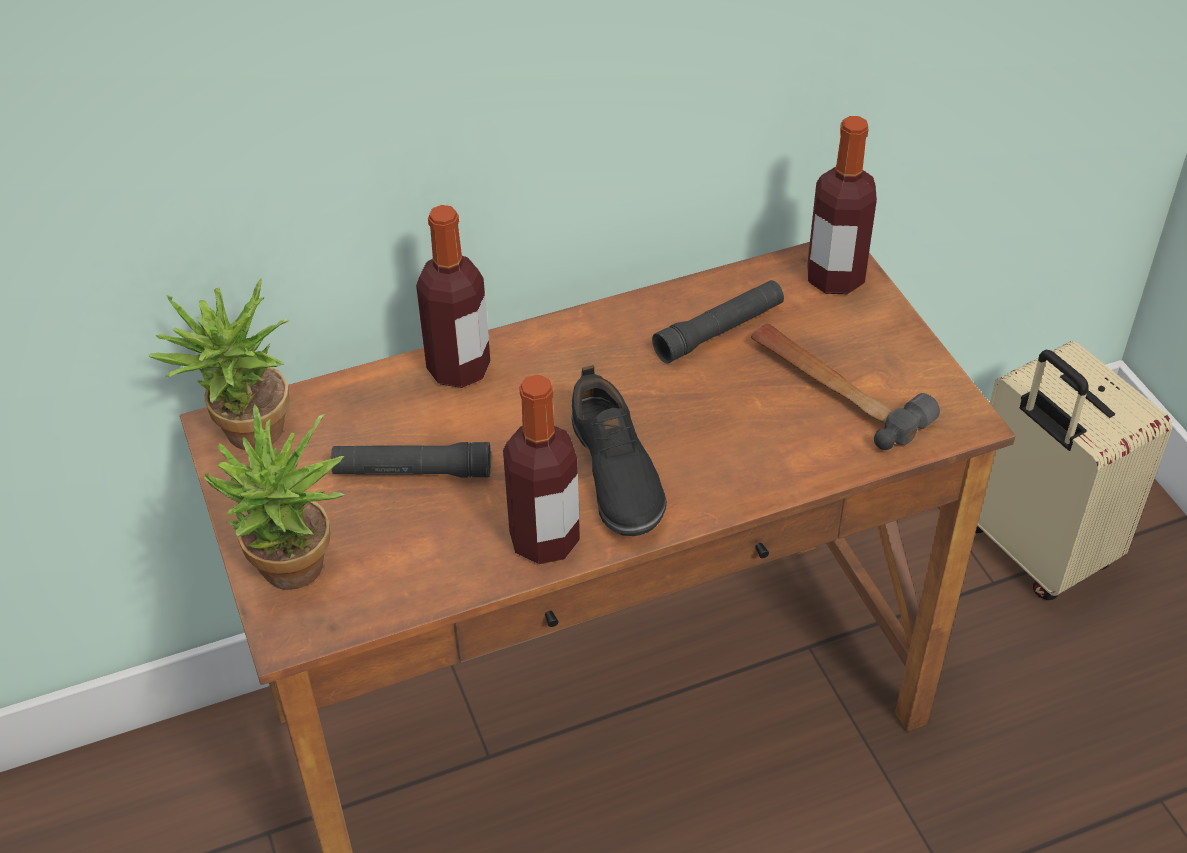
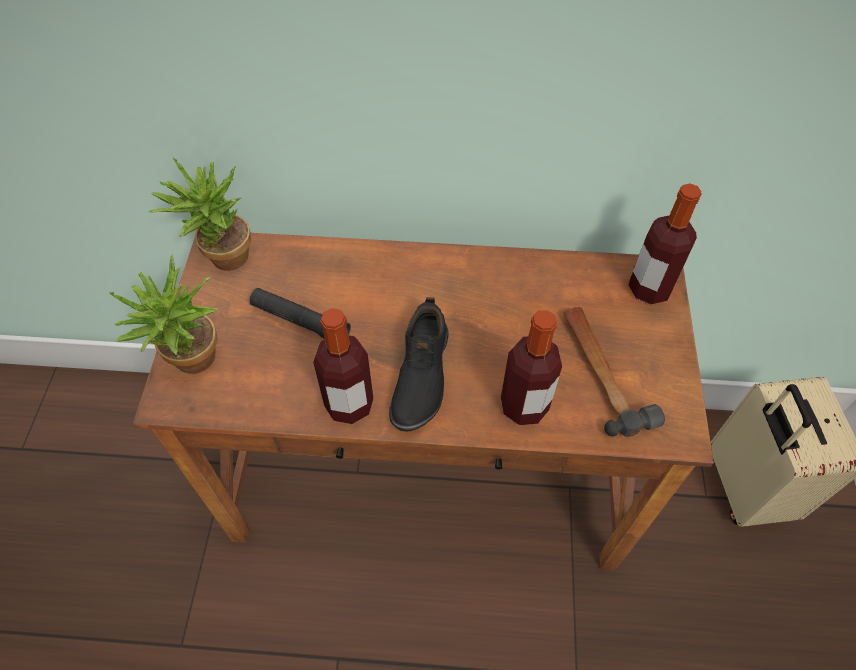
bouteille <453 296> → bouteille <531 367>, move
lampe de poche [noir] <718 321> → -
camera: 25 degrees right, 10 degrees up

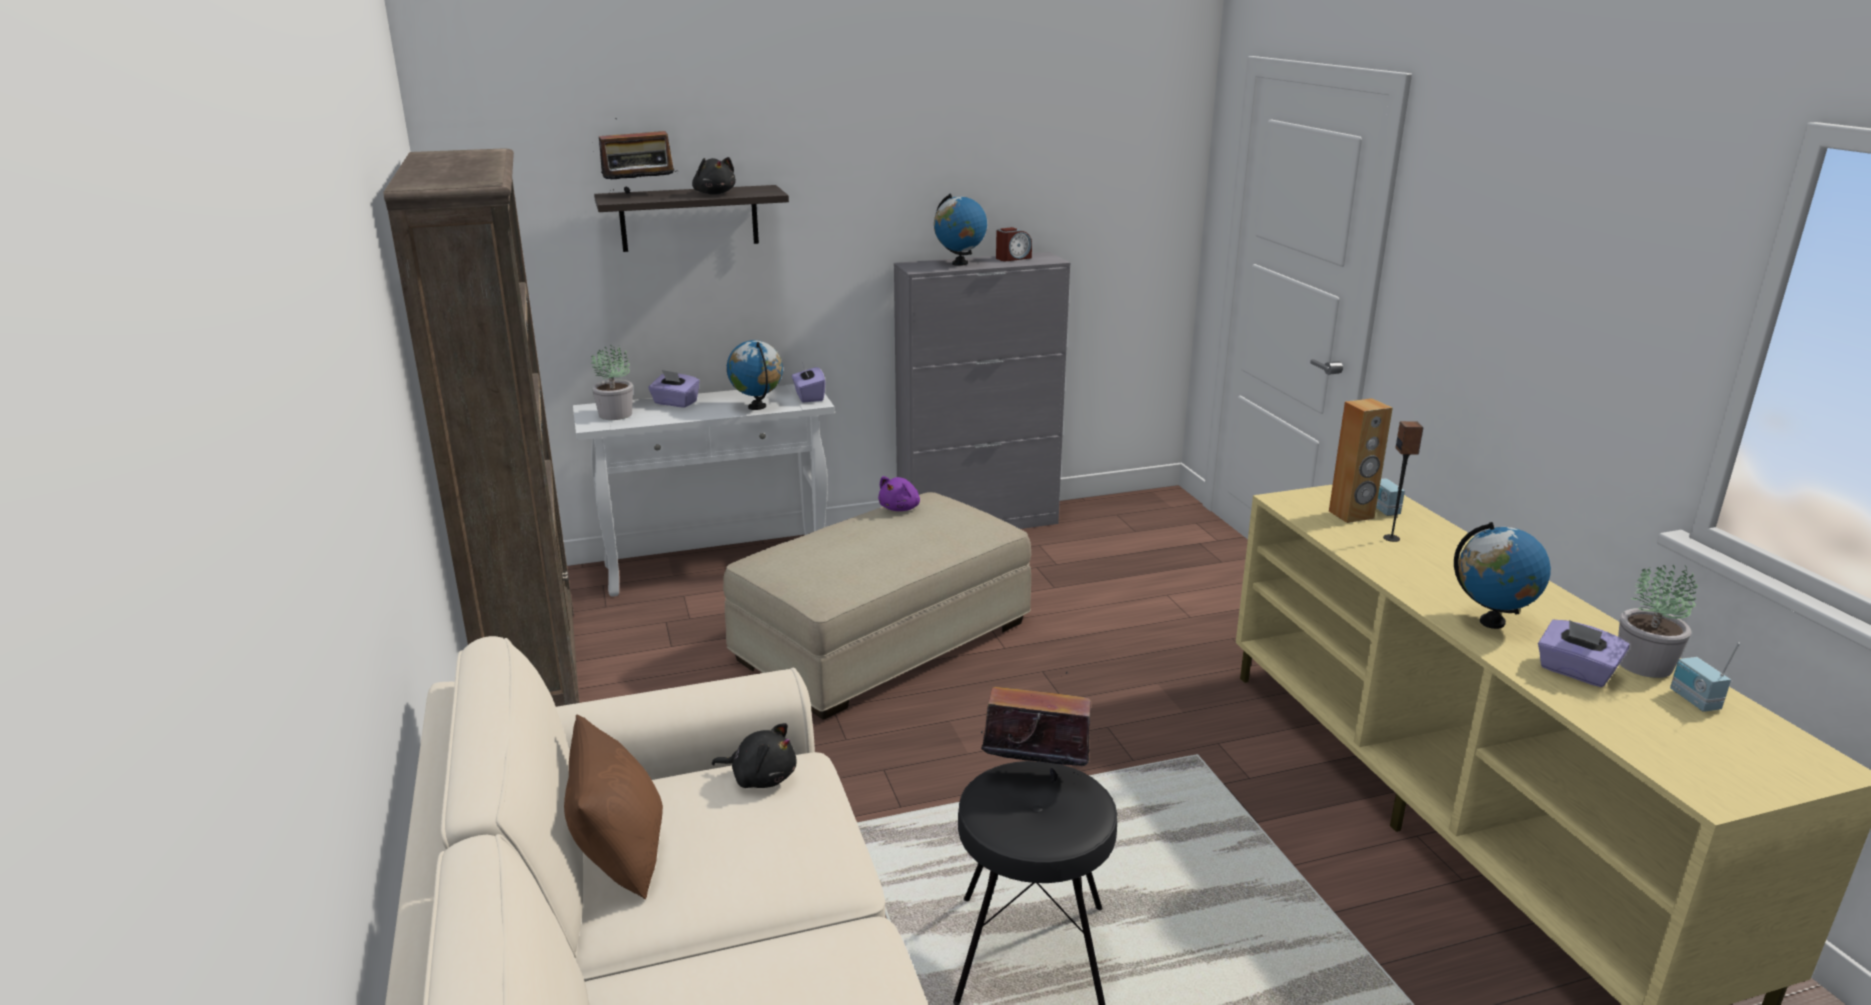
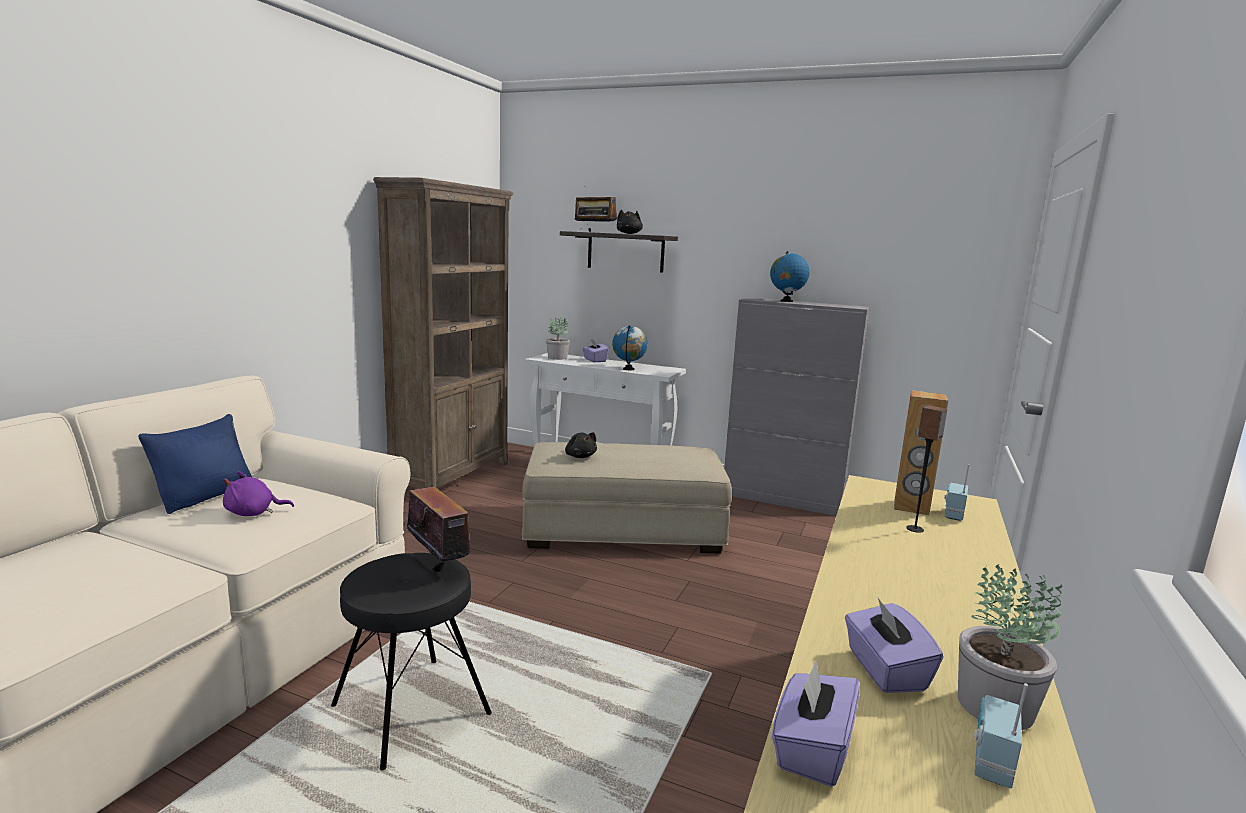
réveil <1014 244> → -
boîte à mouchoirs [violet] <809 382> → boîte à mouchoirs [violet] <816 723>, move
peluche [violet] <899 493> → peluche [violet] <258 493>, move
globe <1502 575> → -
coussin [marron] <613 807> → coussin [bleu] <195 464>
peluche [noir] <754 755> → peluche [noir] <581 445>, move
camera: 40 degrees right, 10 degrees down

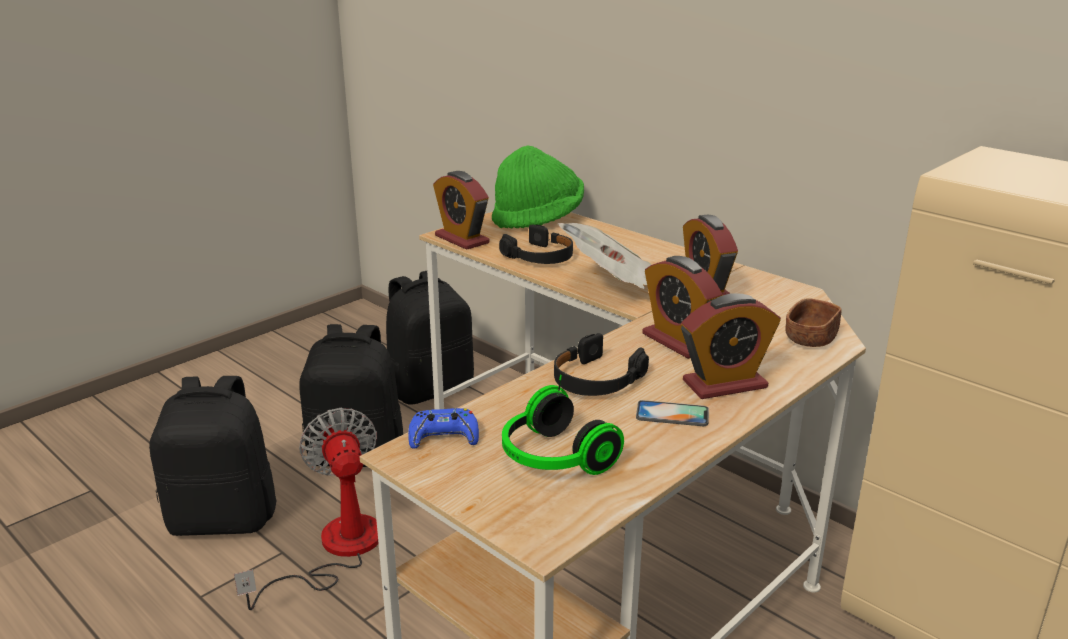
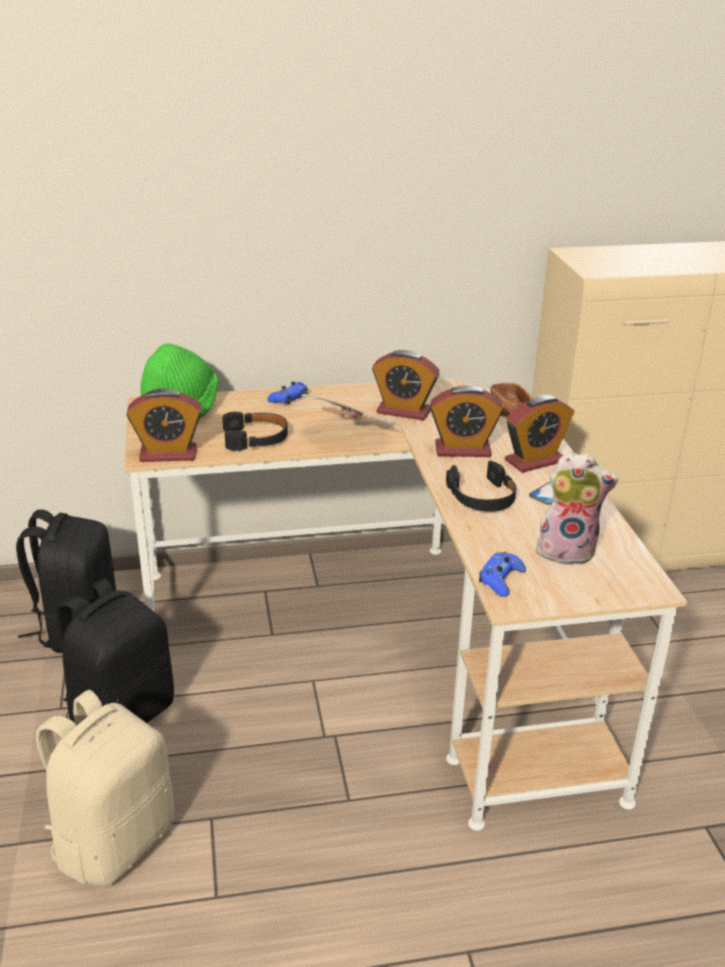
réveil <731 346> → réveil <539 434>, 45 degrees clockwise
casque audio <563 425> → peluche <575 508>
sac à dos [noir] <213 456> → sac à dos [beige] <105 788>
ventilateur <306 509> → -
- → manette [bleu] <288 393>
camera: 55 degrees left, 5 degrees up

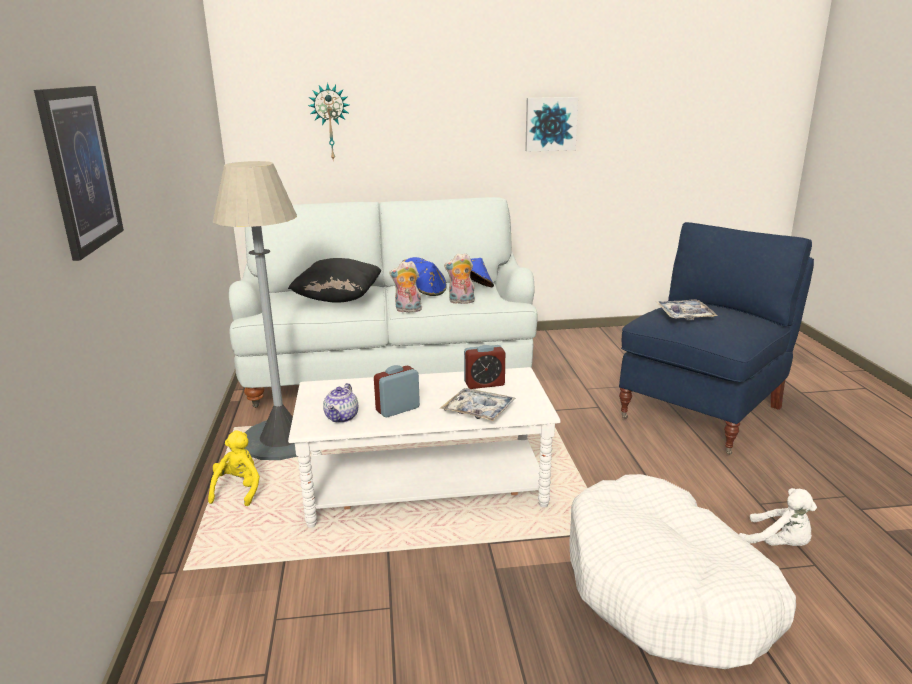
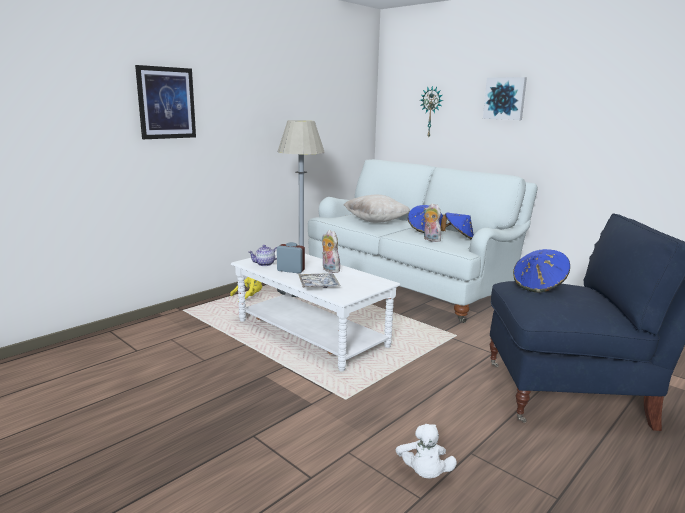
tableau <551 124> → tableau <505 98>, move
coussin [noir] <334 280> → coussin [beige] <376 209>
peluche <406 286> → peluche <331 251>, move
plateau <687 310> → chapeau [bleu] <541 270>
réveil <484 367> → -
panier pour chien [blanc] <682 571> → -
camera: 50 degrees right, 5 degrees down

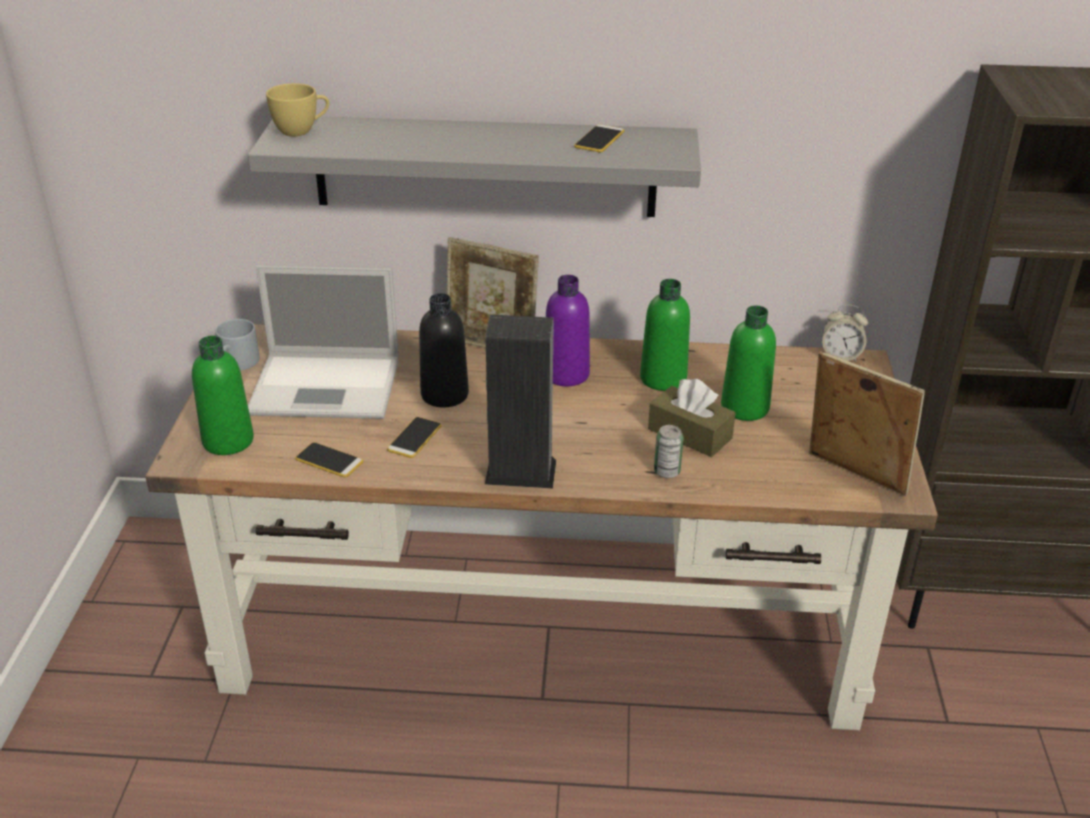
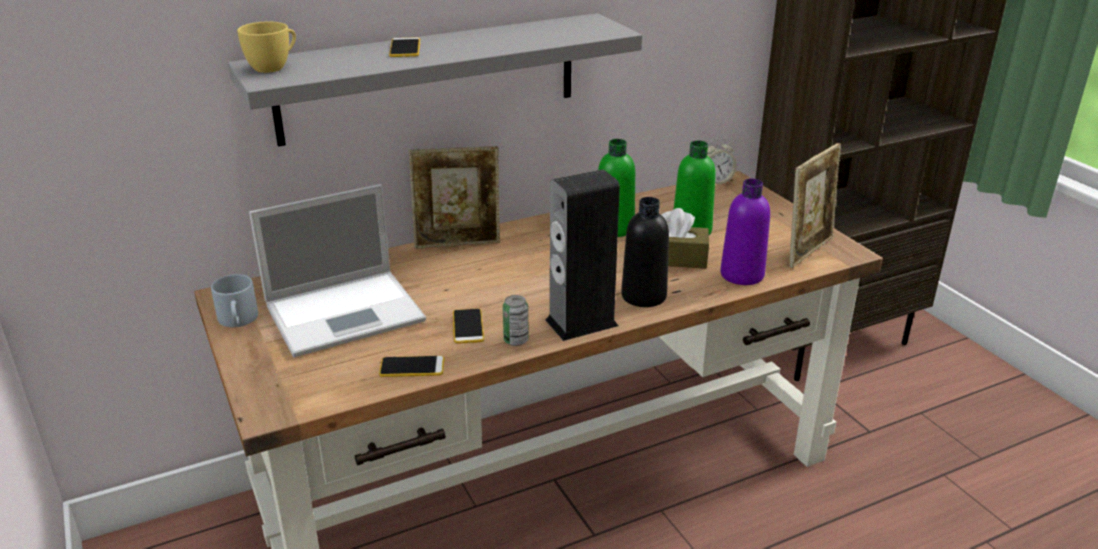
téléphone <599 138> → téléphone <404 47>, move
bouteille [violet] <568 330> → bouteille [violet] <745 232>, move
bouteille [noir] <444 350> → bouteille [noir] <645 252>, move
bouteille [vert] <223 395> → -
cadre photo <867 423> → cadre photo <815 205>, 120 degrees clockwise
boîte métallique <669 451> → boîte métallique <516 320>, move
camera: 30 degrees left, 5 degrees down

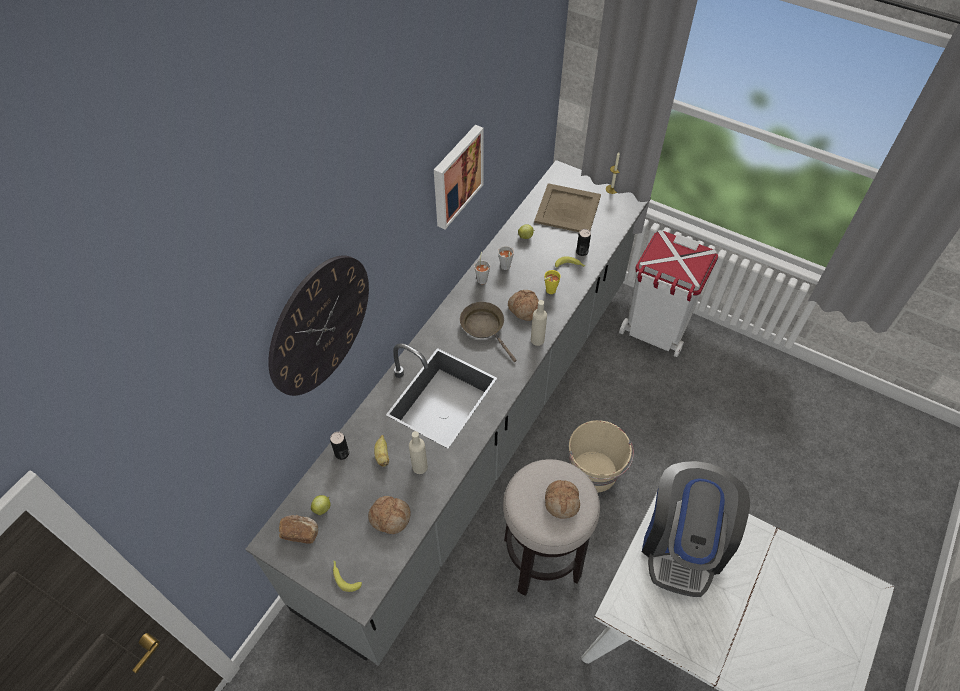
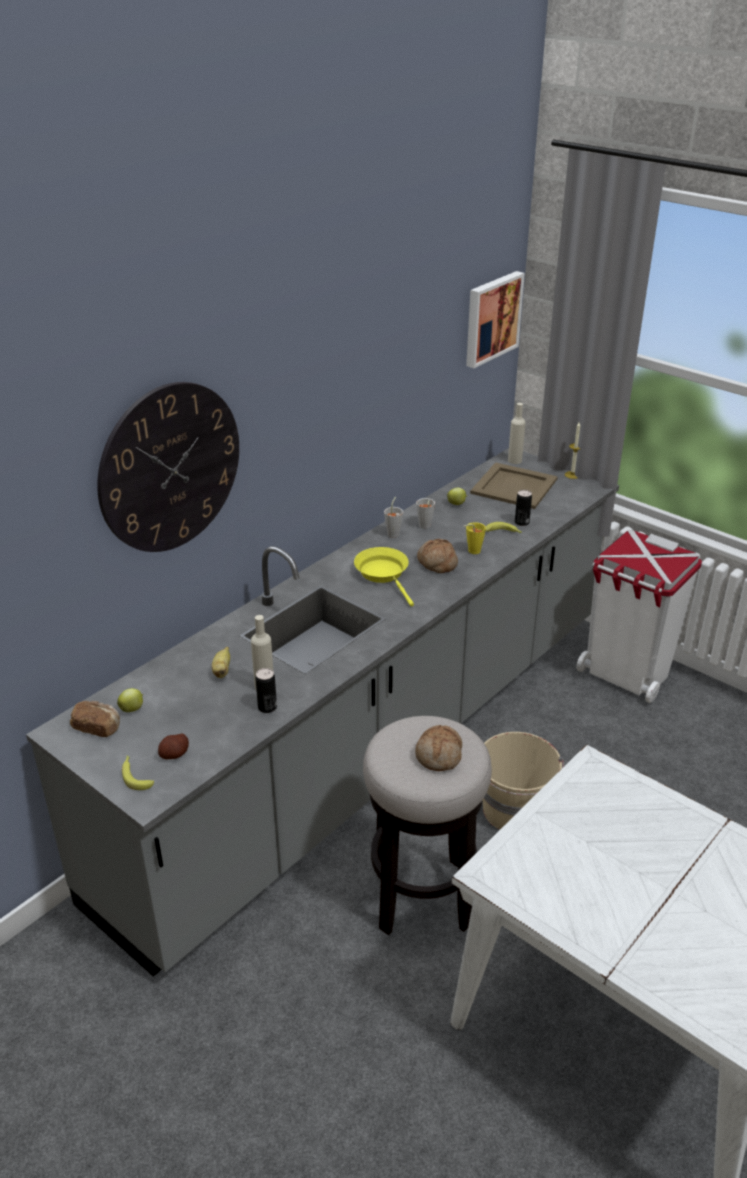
tableau <459 177> → tableau <495 319>, move
bouteille [beige] <539 323> → bouteille [beige] <516 433>, move
poêle [marron] <488 332> → poêle [jaune] <384 577>
boîte métallique <339 446> → boîte métallique <266 690>, move
machine à café <696 529> → -
pain <389 515> → -
- → pomme de terre <173 746>
camera: 10 degrees right, 20 degrees down

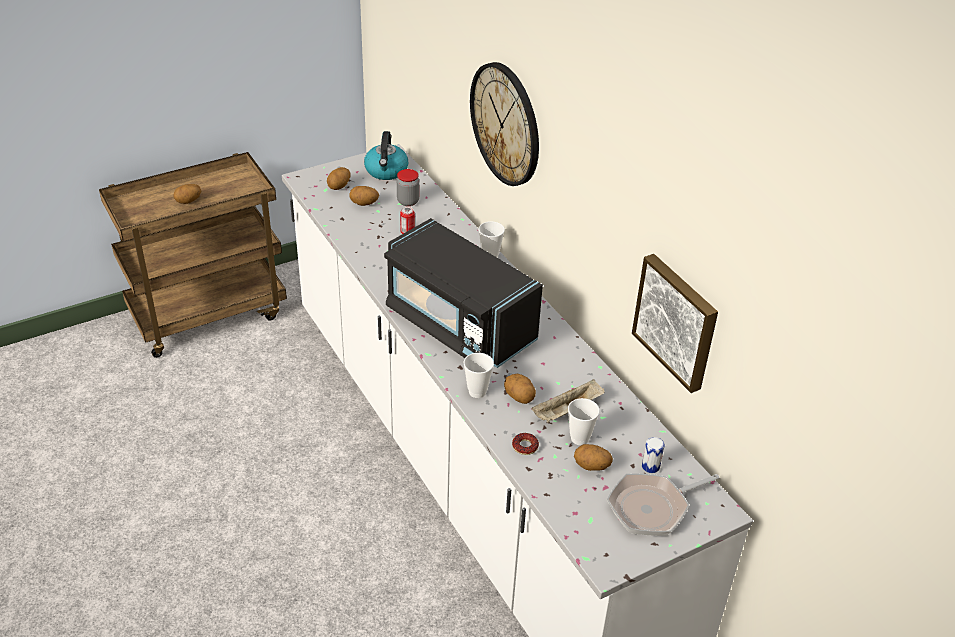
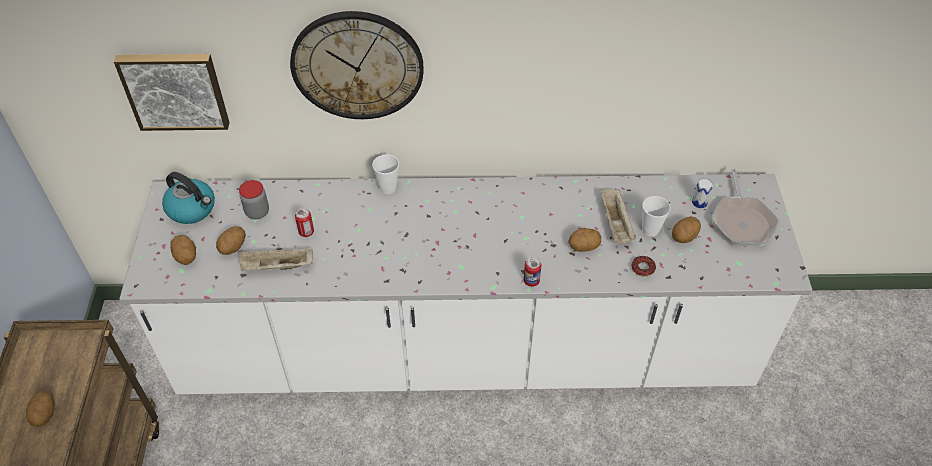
micro-ondes [noir] <463 293> → -
tableau <675 323> → tableau <172 92>, move
tasse <479 375> → -
- → plateau [beige] <276 259>
- → boîte métallique <532 272>
camera: 60 degrees left, 10 degrees up

